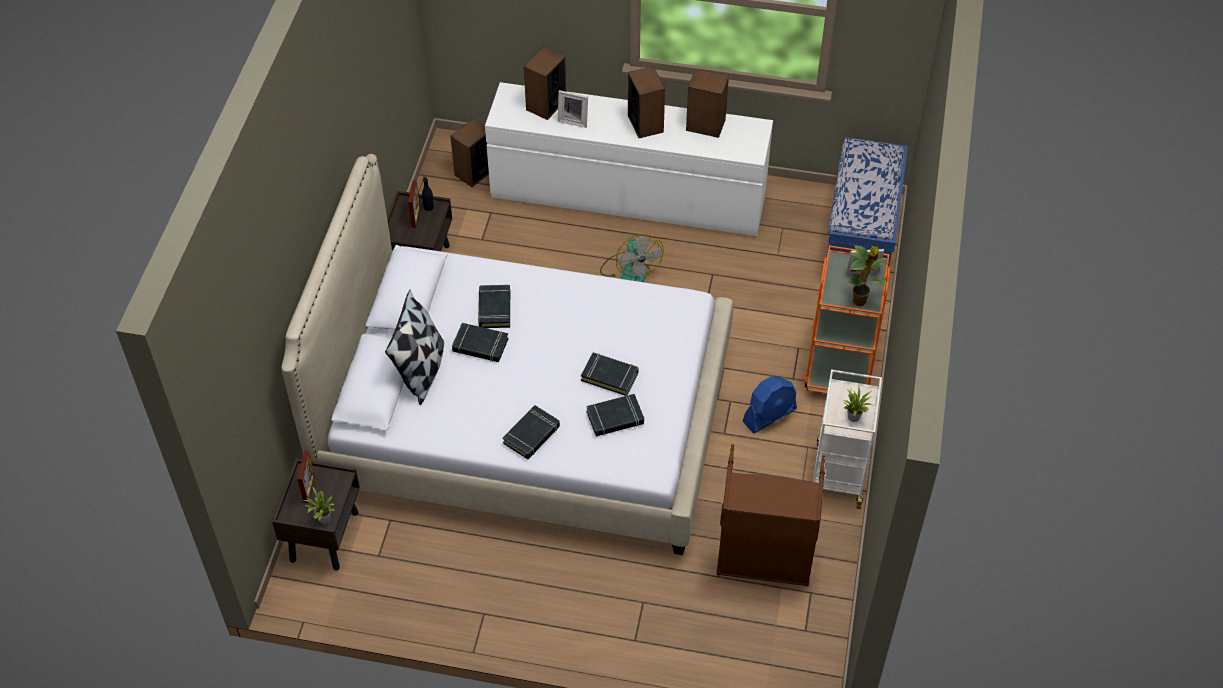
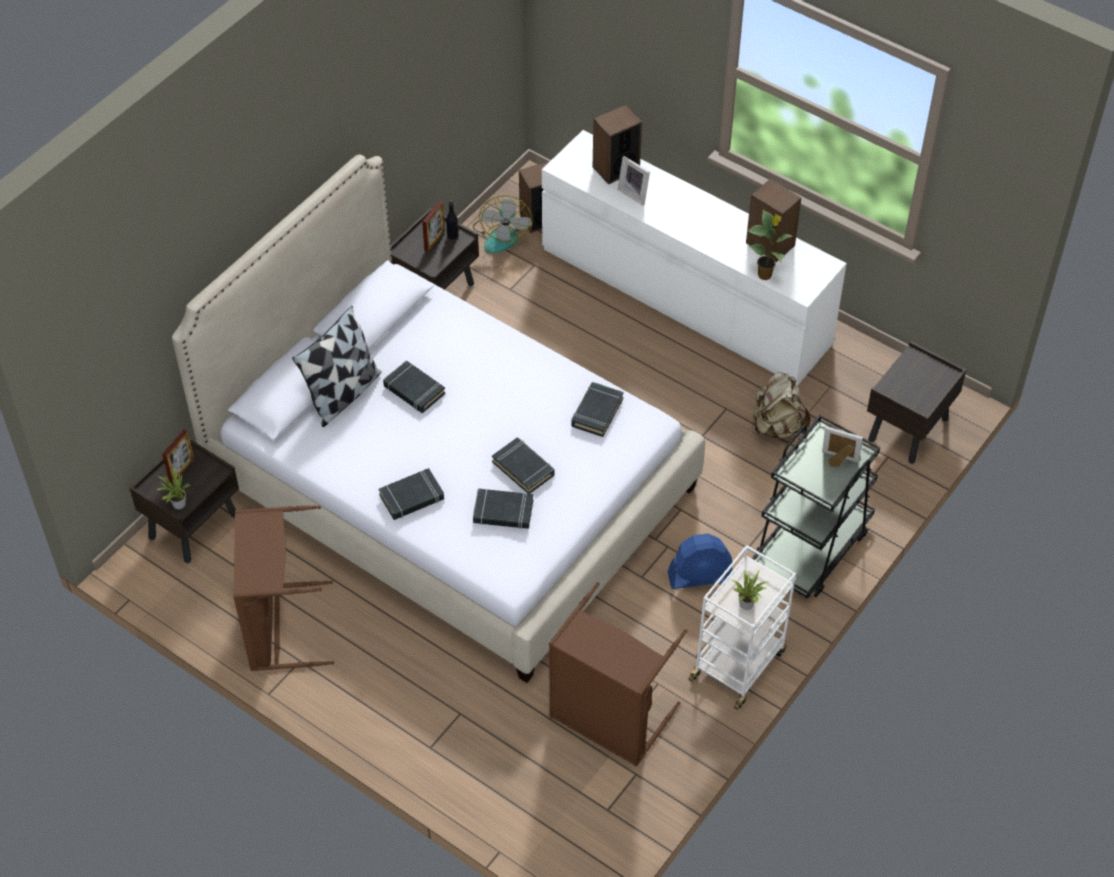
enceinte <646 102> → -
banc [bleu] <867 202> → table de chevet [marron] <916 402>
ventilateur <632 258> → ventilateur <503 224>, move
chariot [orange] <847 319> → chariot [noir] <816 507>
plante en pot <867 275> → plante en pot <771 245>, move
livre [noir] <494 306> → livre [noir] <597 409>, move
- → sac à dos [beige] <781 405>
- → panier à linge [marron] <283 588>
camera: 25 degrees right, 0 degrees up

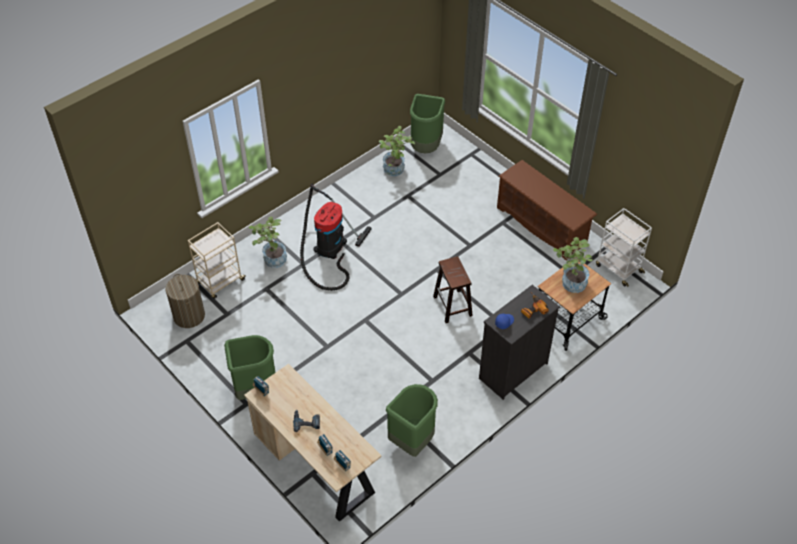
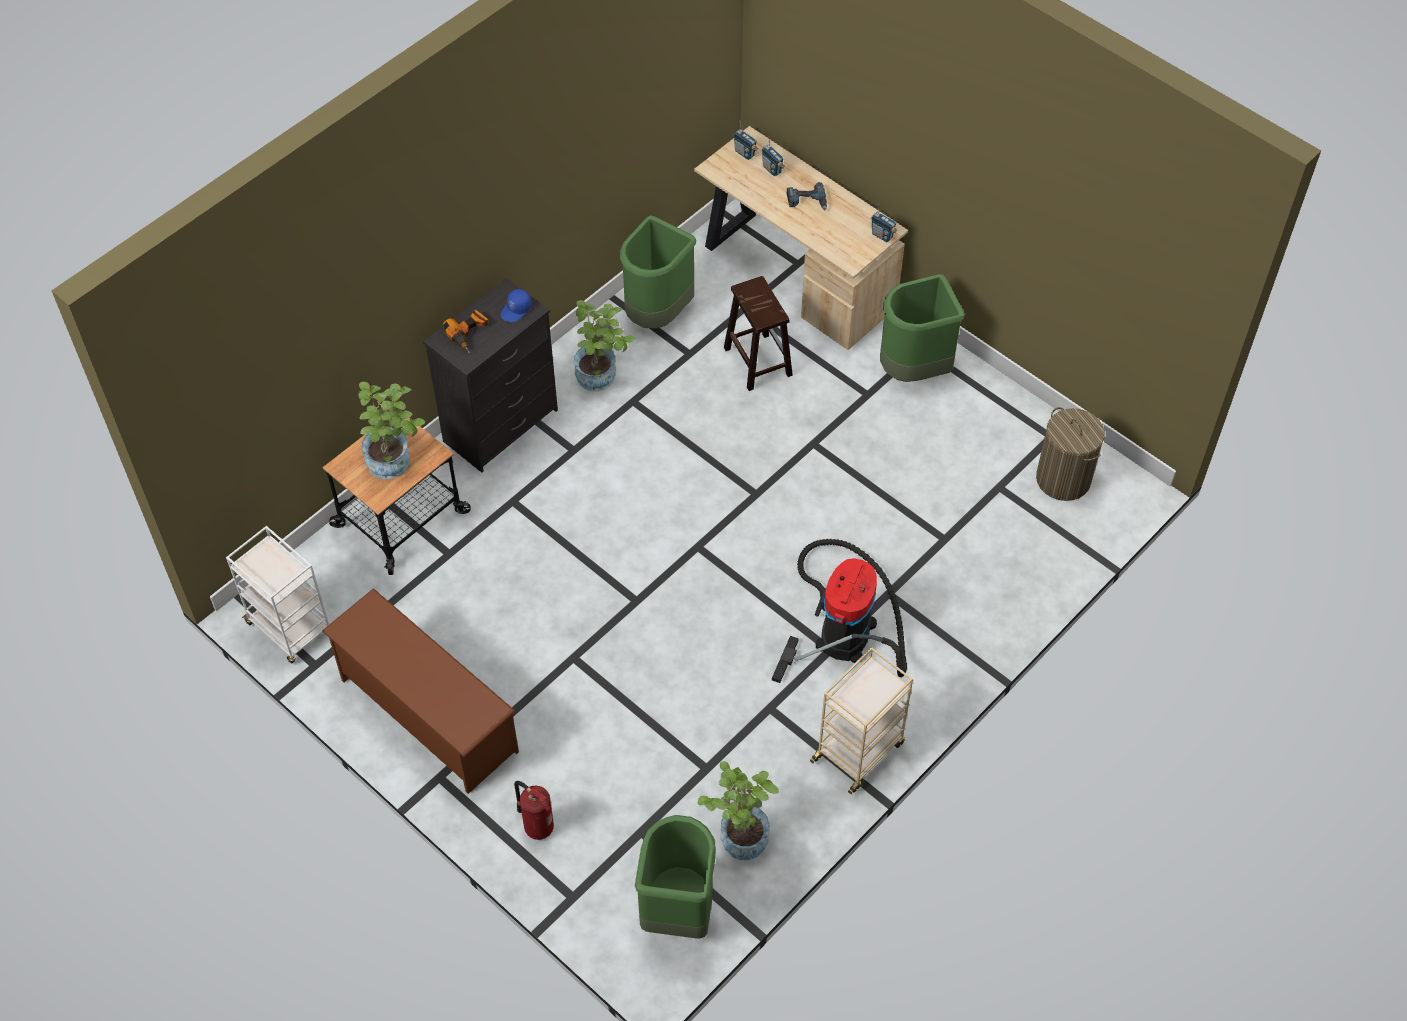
plante en pot <268 242> → plante en pot <604 345>, move
chariot [beige] <216 260> → chariot [beige] <861 720>, move
tabouret [marron] <453 289> → tabouret [marron] <758 333>, move
- → extincteur <534 810>
camera: 175 degrees right, 5 degrees up

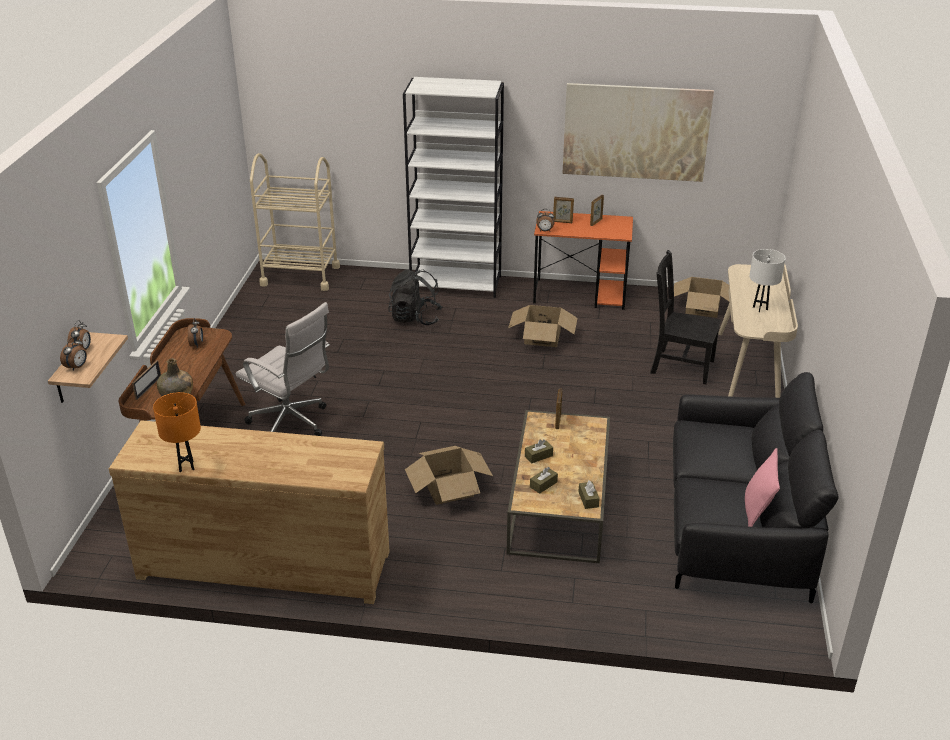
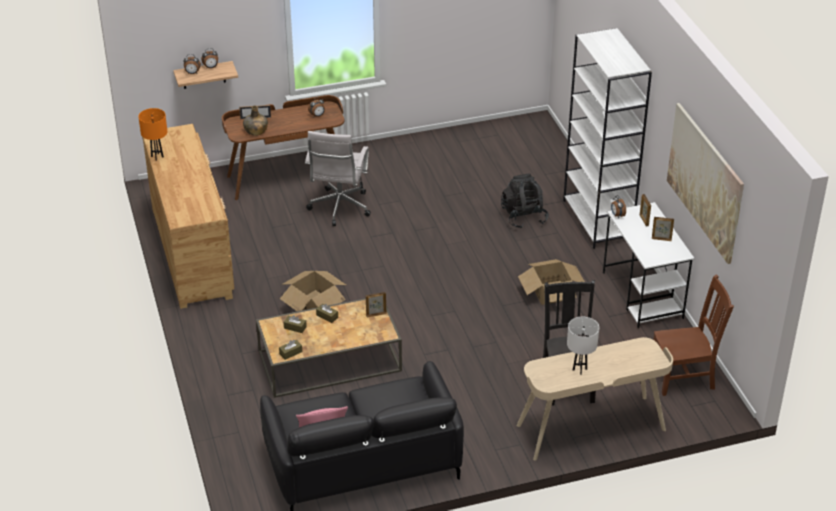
chariot [beige] <295 222> → -
bureau [orange] <583 260> → bureau [blanc] <649 265>
carton <701 297> → chaise [marron] <693 335>
camera: 65 degrees right, 5 degrees up

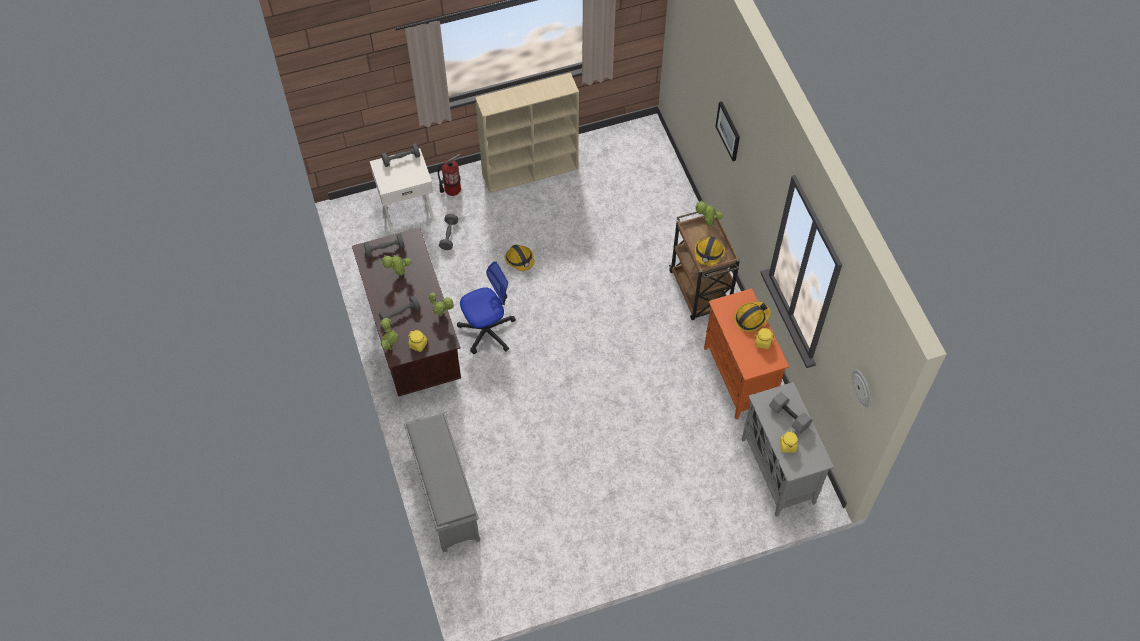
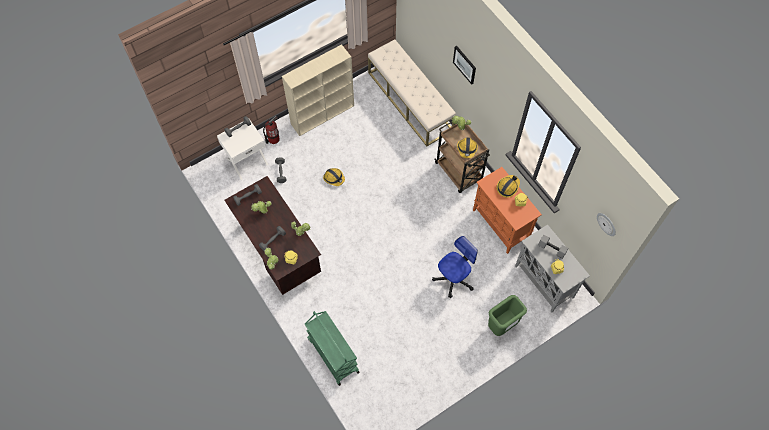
chaise de bureau <486 307> → chaise de bureau <455 267>, move
étagère à chaussures [gris] <442 482> → chariot [vert] <332 348>
- → banc [beige] <412 92>
- → poubelle [vert] <507 315>
camera: 15 degrees left, 5 degrees up

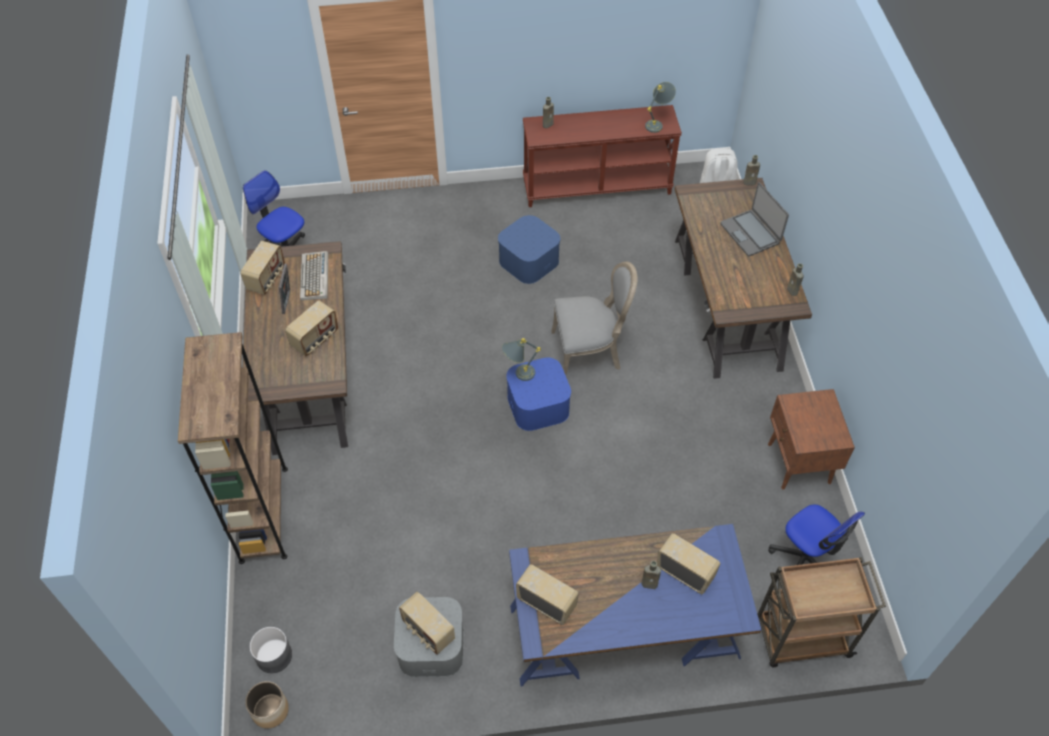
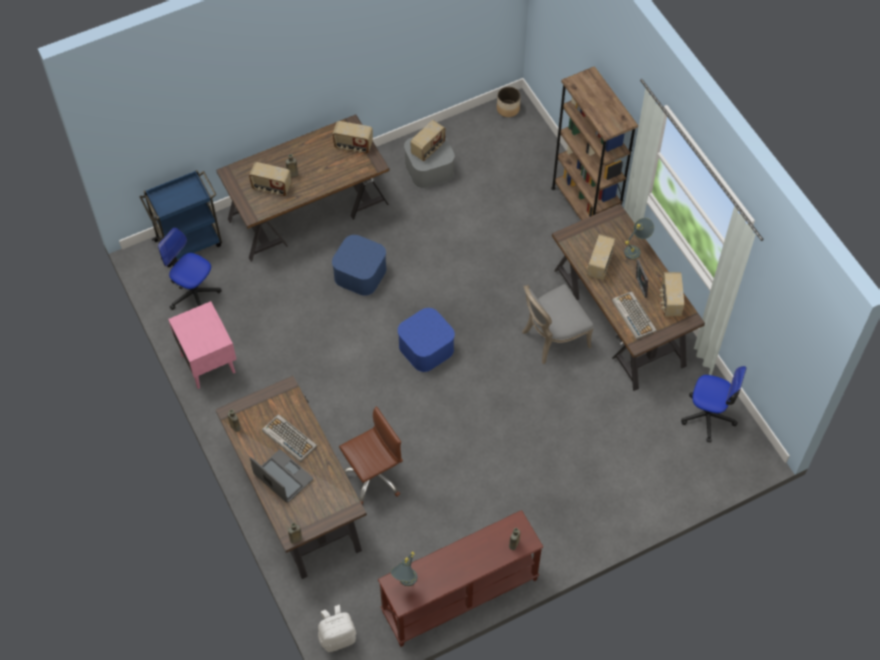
boîte de rangement [bleu] <529 249> → boîte de rangement [bleu] <359 265>, move
chaise [gris] <594 318> → chaise [gris] <558 324>, move
lampe de table [gris] <521 359> → lampe de table [gris] <639 239>, move
table de chevet [marron] <811 439> → table de chevet [rose] <202 345>
bureau [bleu] <635 605> → bureau [marron] <303 188>
chariot [marron] <821 612> → chariot [bleu] <181 218>
radio <427 623> → radio <427 140>, 105 degrees clockwise
cache-pot [gris] <271 650> → -
- → chaise de bureau [marron] <371 455>
- → clavier <289 438>
camera: 160 degrees right, 5 degrees up

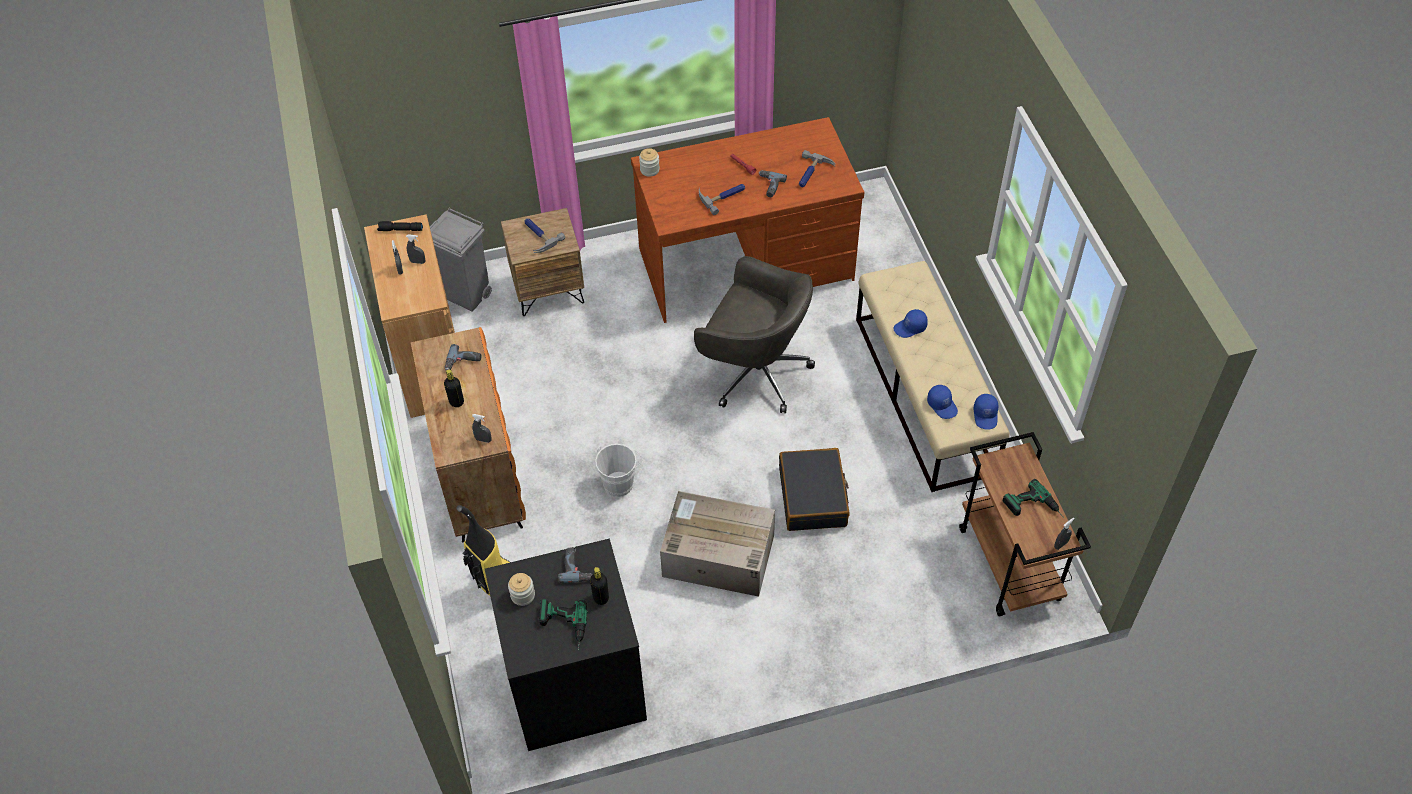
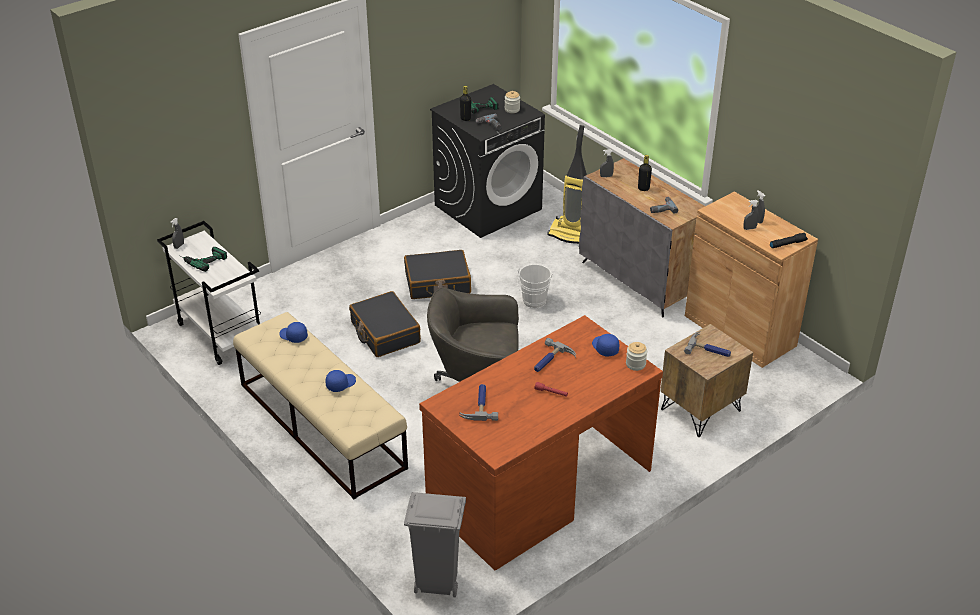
perceuse <773 183> → -
poubelle [gris] <461 259> → poubelle [gris] <435 544>, move
meuble de rangement [orange] <468 435> → meuble de rangement [gris] <642 238>
casquette [bleu] <985 412> → casquette [bleu] <605 345>, move
chariot [marron] <1025 524> → chariot [blanc] <209 293>
carton <717 544> → valise [noir] <437 274>
camera: 155 degrees right, 15 degrees down

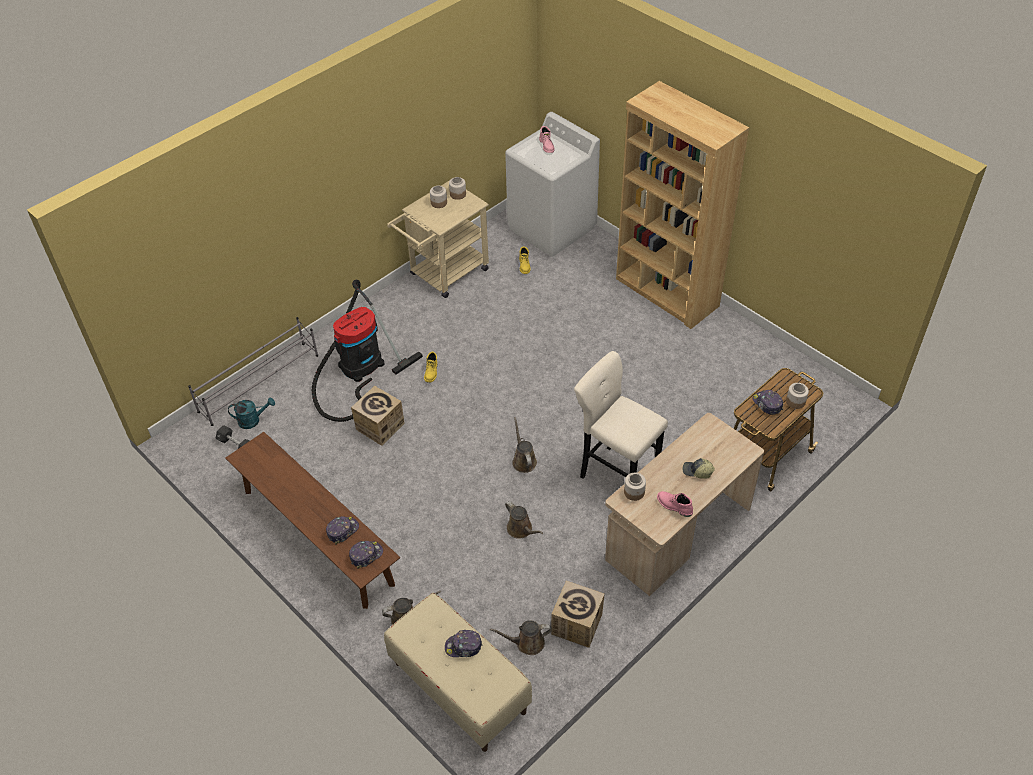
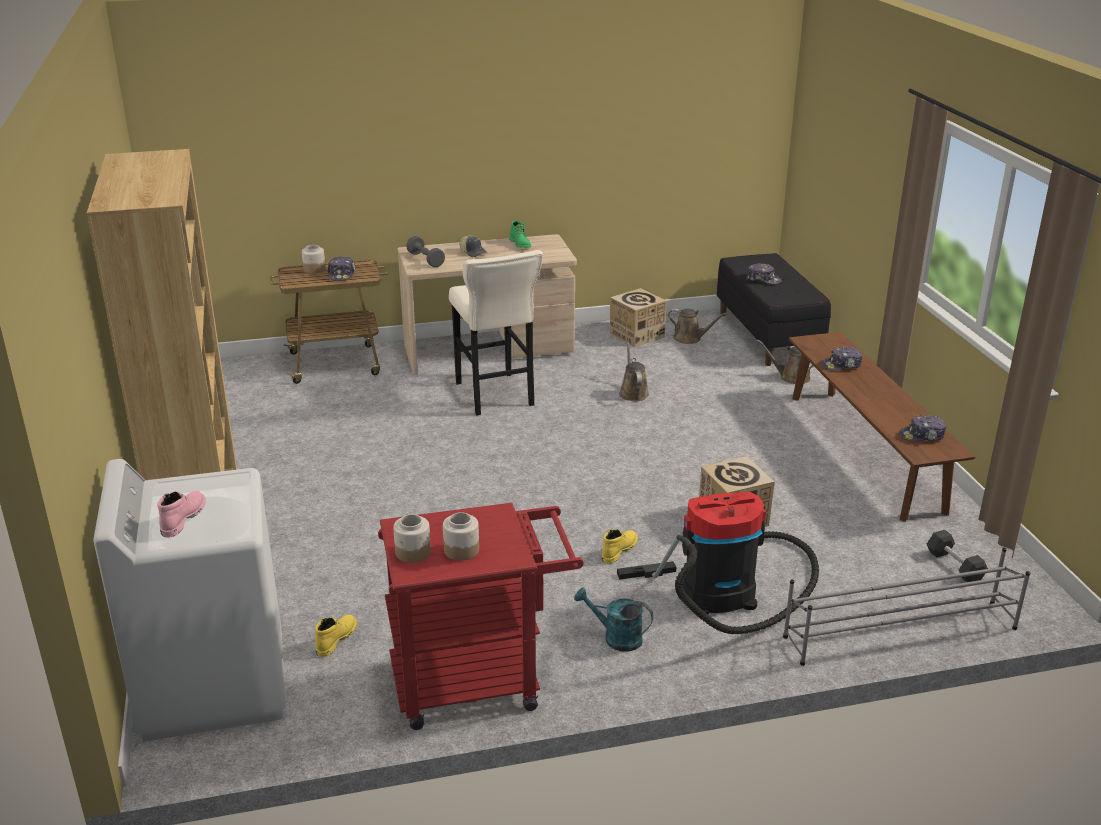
chariot [beige] <438 239> → chariot [rouge] <481 616>
arrosoir [turquoise] <251 413> → arrosoir [turquoise] <613 619>, move
arrosoir [marron] <524 445> → -
bocal <635 487> → -
botte [rose] <675 504> → botte [vert] <520 234>
casquette <366 555> → casquette <922 428>, move
banc [beige] <458 672> → banc [noir] <774 309>
- → haltère [gris] <425 251>
camera: 150 degrees left, 20 degrees down

